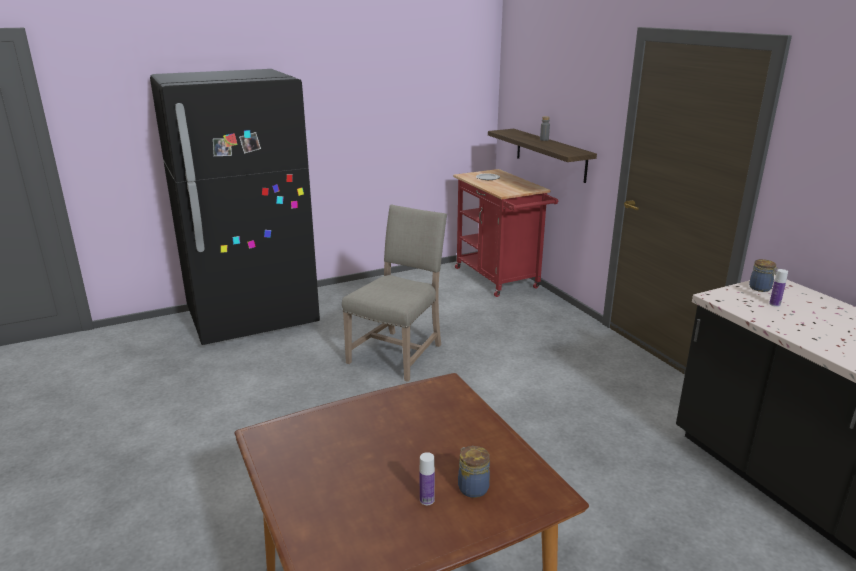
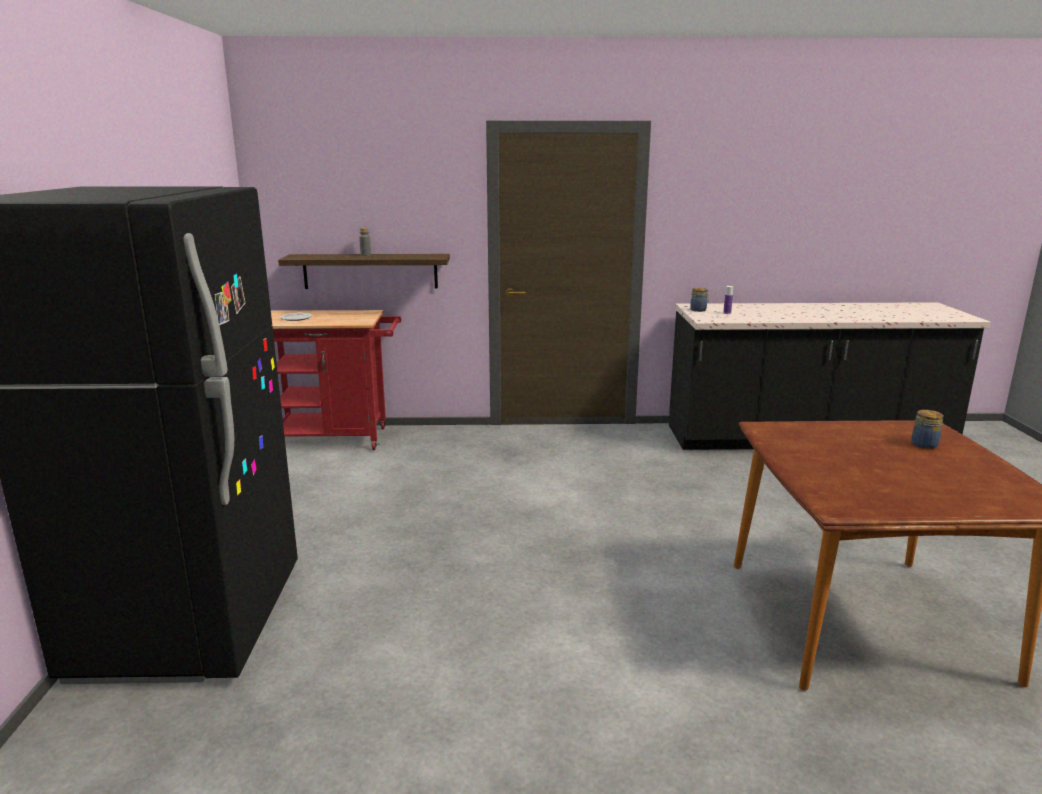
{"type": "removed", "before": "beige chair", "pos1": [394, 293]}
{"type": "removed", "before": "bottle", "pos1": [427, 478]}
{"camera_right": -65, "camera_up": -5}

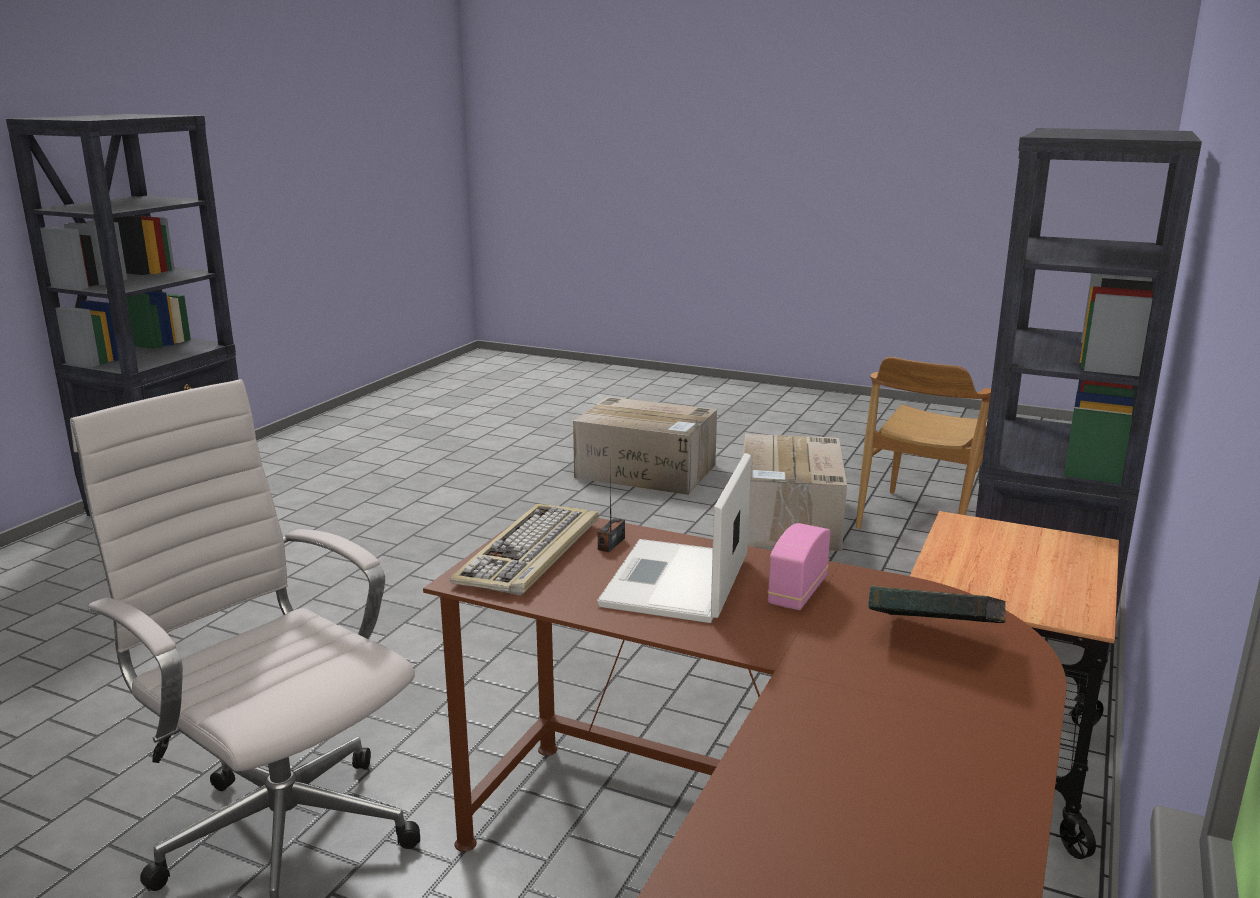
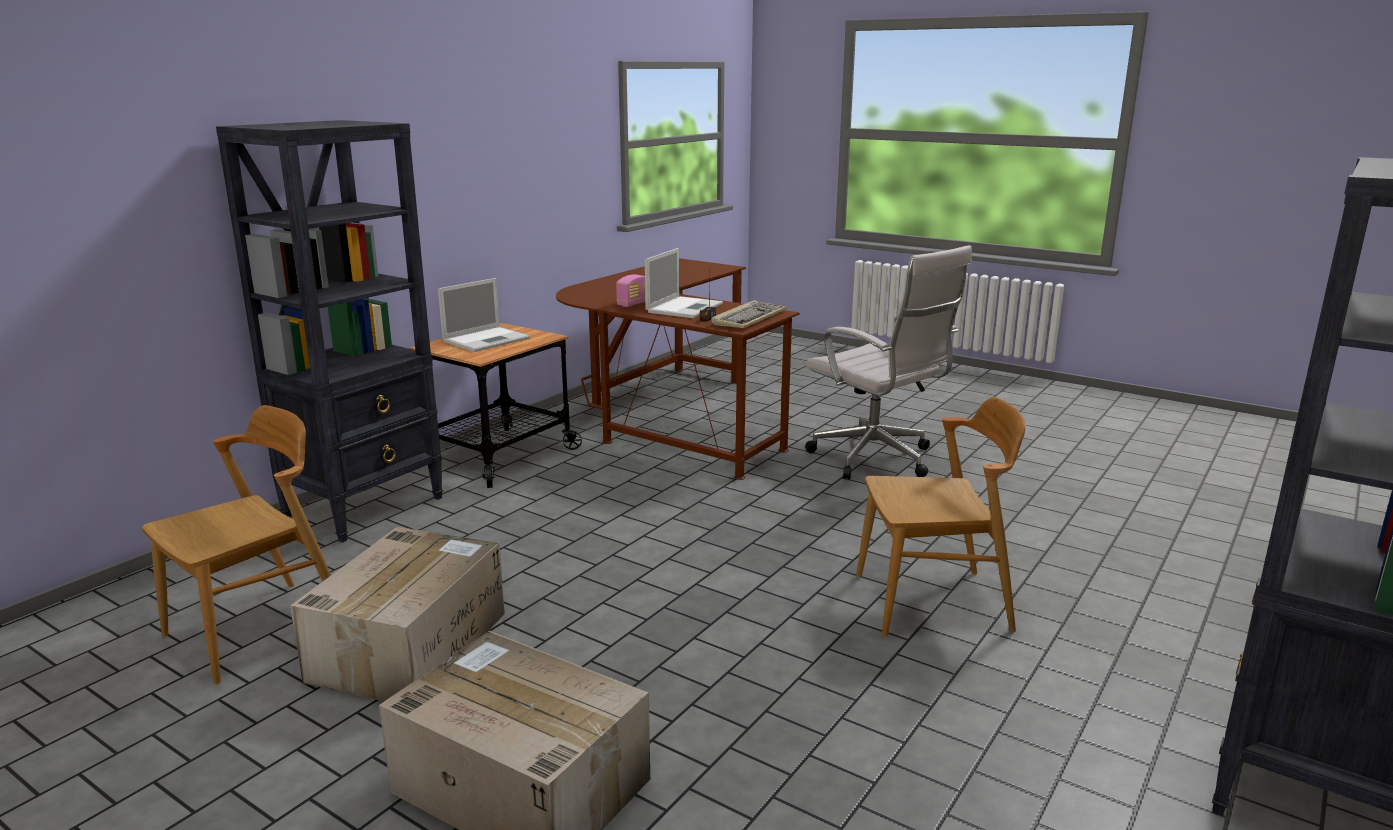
{"type": "removed", "before": "book", "pos1": [937, 604]}
{"type": "added", "after": "laptop", "pos2": [484, 315]}
{"type": "added", "after": "brown chair", "pos2": [940, 517]}
{"camera_right": -170, "camera_up": 0}

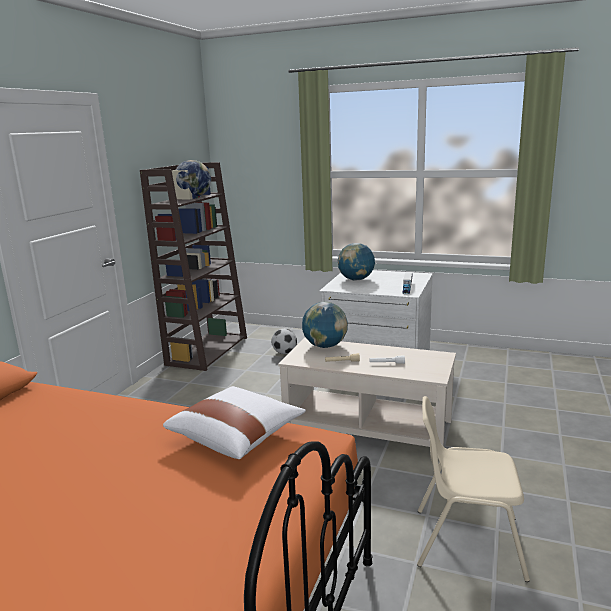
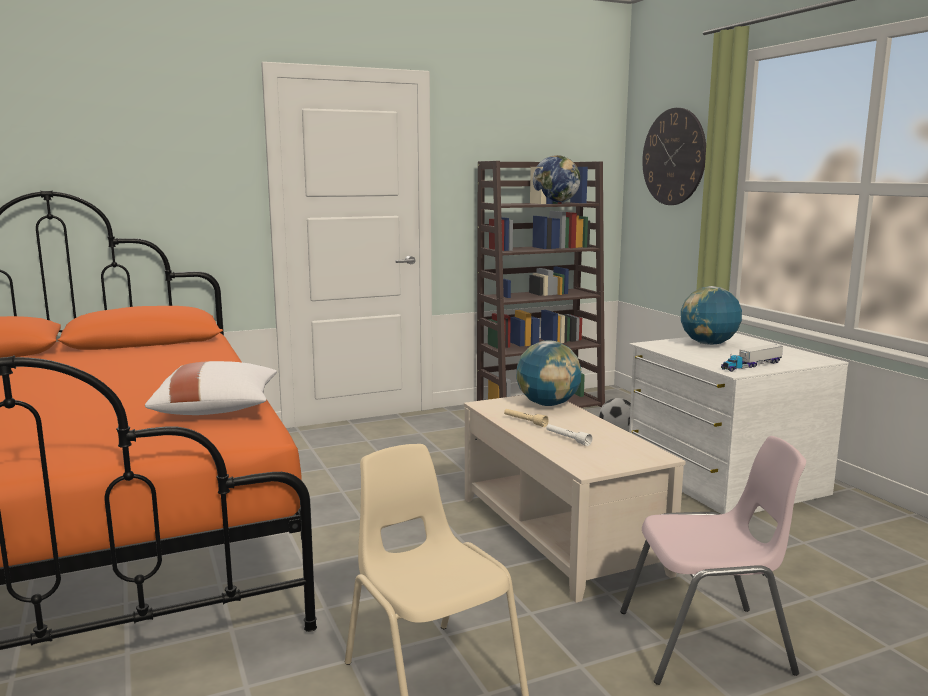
{"type": "added", "after": "pink chair", "pos2": [713, 560]}
{"type": "added", "after": "wall clock", "pos2": [674, 156]}
{"camera_right": 45, "camera_up": -5}

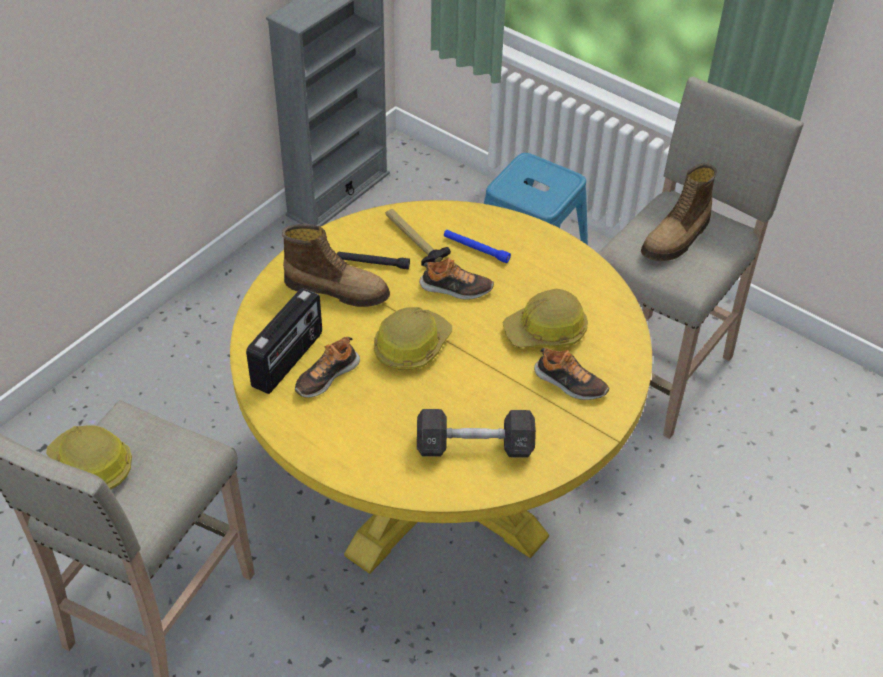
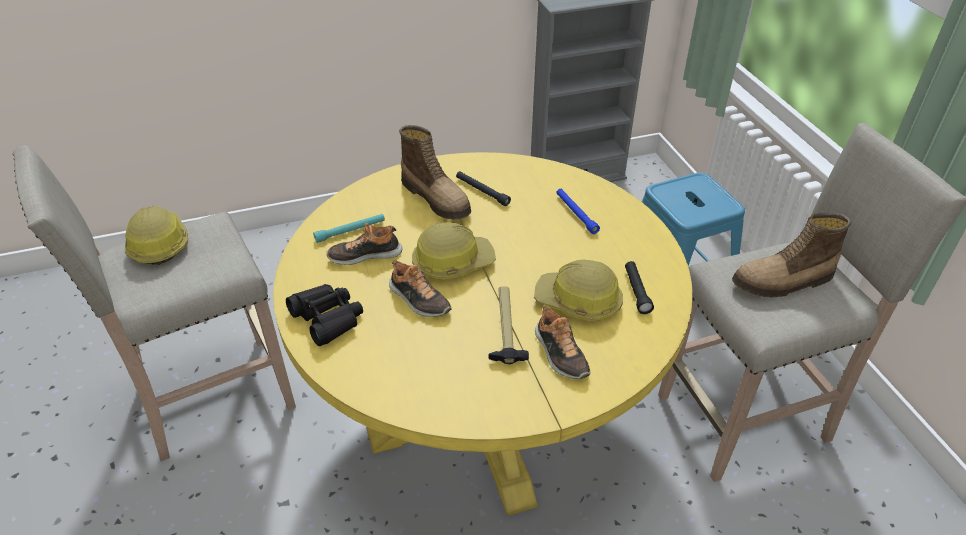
{"type": "removed", "before": "black dumbbell", "pos1": [476, 433]}
{"type": "added", "after": "black binoculars", "pos2": [324, 315]}
{"type": "added", "after": "black flashlight", "pos2": [639, 287]}
{"type": "moved", "before": "hammer", "pos1": [418, 237], "pos2": [508, 325]}
{"type": "moved", "before": "shoe", "pos1": [456, 279], "pos2": [420, 288]}
{"type": "replaced", "before": "radio", "after": "turquoise flashlight", "pos1": [284, 341], "pos2": [349, 228]}
{"camera_right": 35, "camera_up": -5}

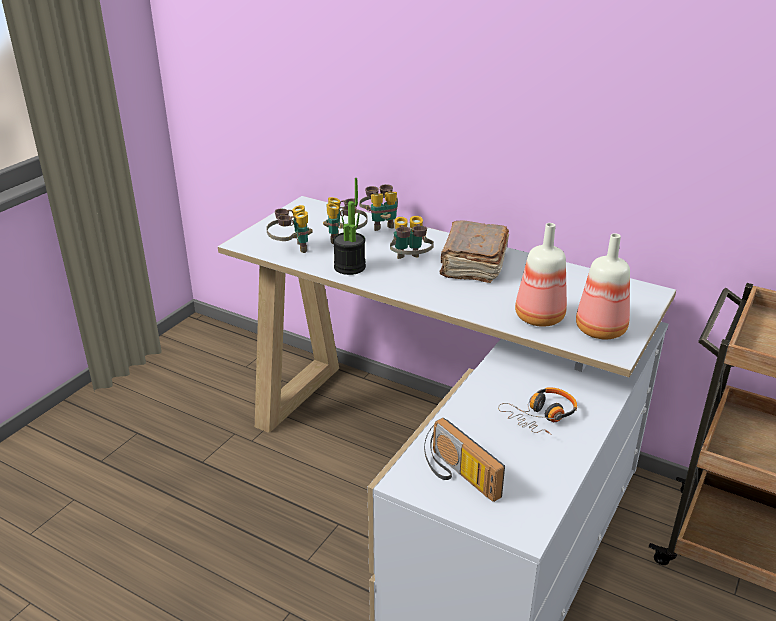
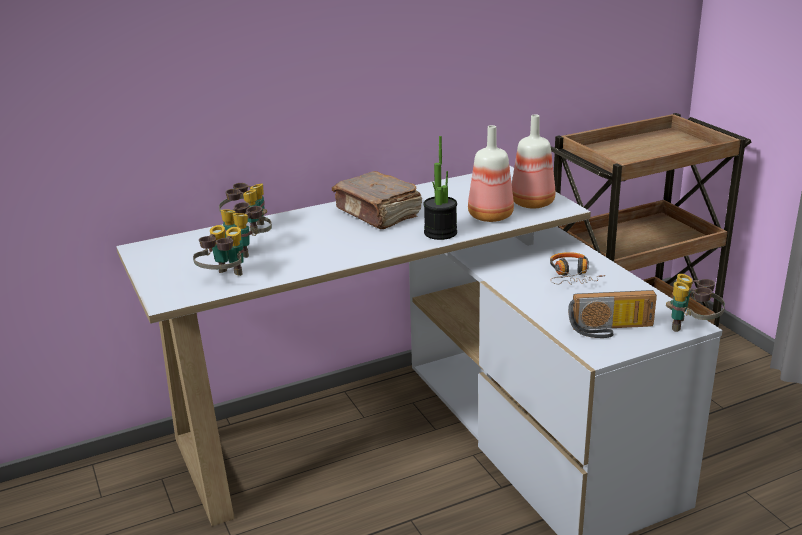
{"type": "moved", "before": "potted plant", "pos1": [349, 226], "pos2": [440, 188]}
{"type": "moved", "before": "binoculars", "pos1": [412, 237], "pos2": [695, 303]}
{"camera_right": -55, "camera_up": -5}

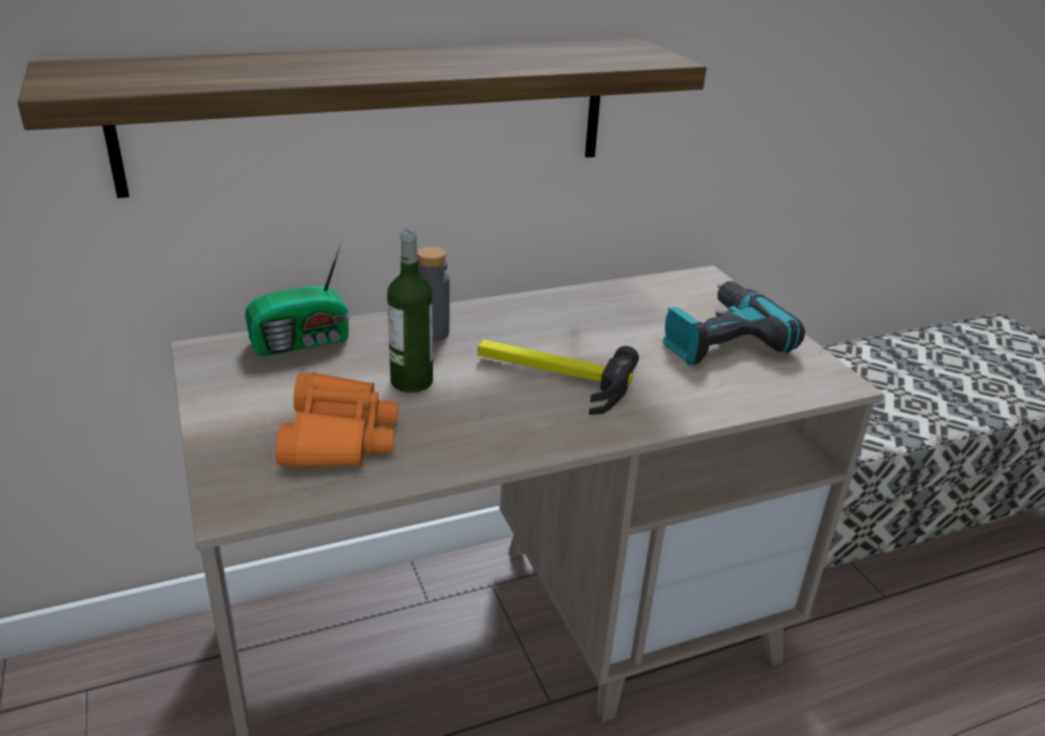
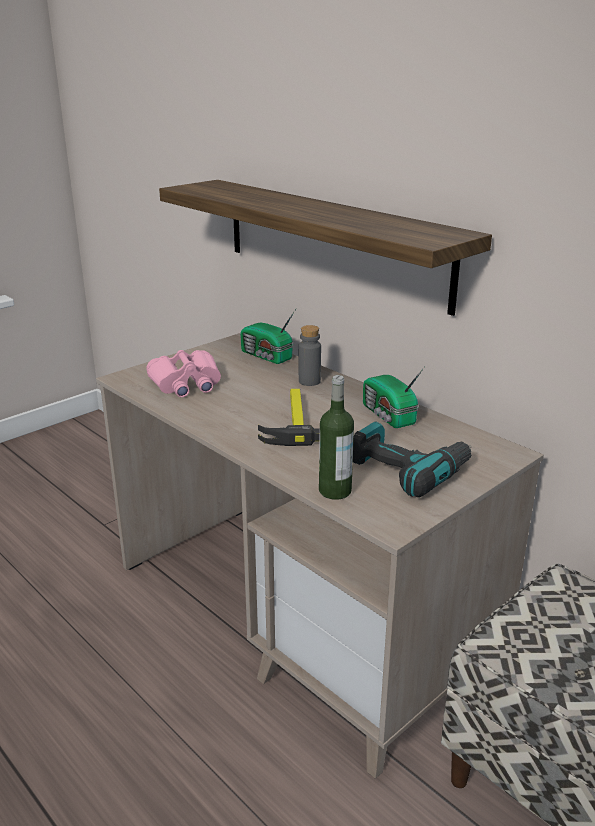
{"type": "added", "after": "radio", "pos2": [394, 397]}
{"type": "moved", "before": "bottle", "pos1": [410, 311], "pos2": [336, 437]}
{"type": "recoloured", "before": "orange binoculars", "after": "pink binoculars", "pos1": [337, 420], "pos2": [183, 373]}
{"camera_right": 70, "camera_up": -5}

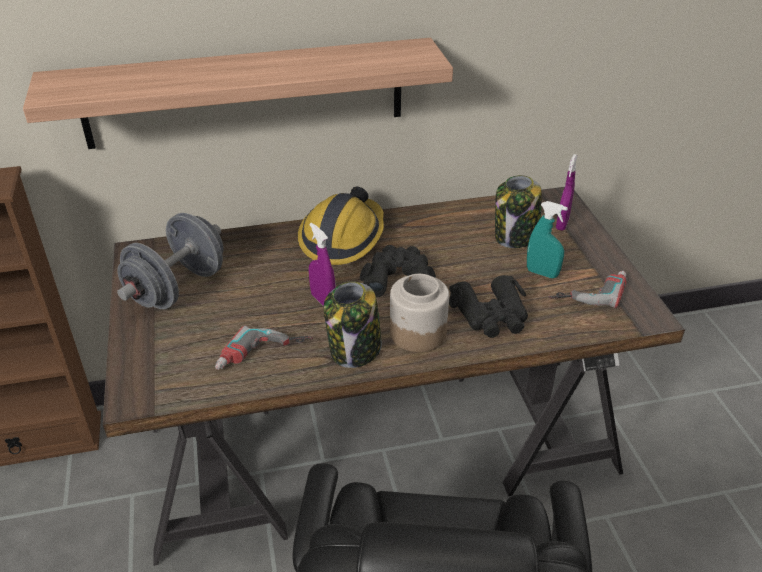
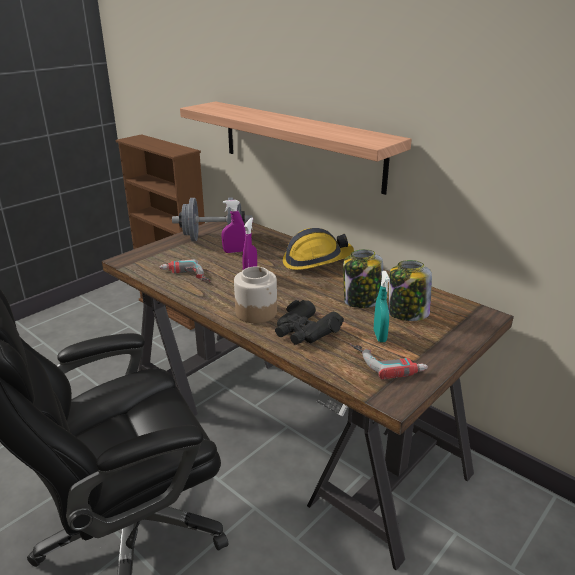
{"type": "removed", "before": "black binoculars", "pos1": [398, 271]}
{"type": "moved", "before": "jar", "pos1": [353, 324], "pos2": [363, 278]}
{"type": "moved", "before": "purple spray bottle", "pos1": [566, 192], "pos2": [234, 226]}
{"camera_right": 55, "camera_up": -10}

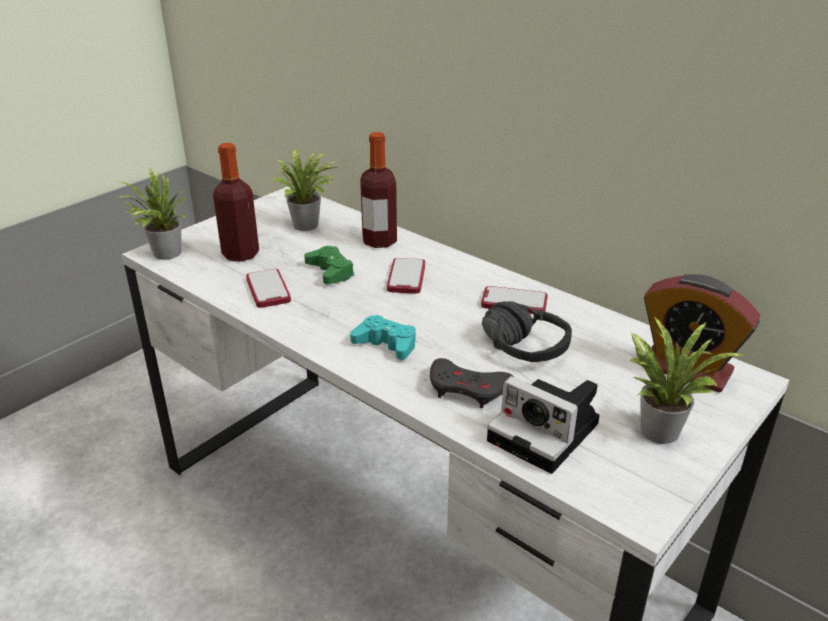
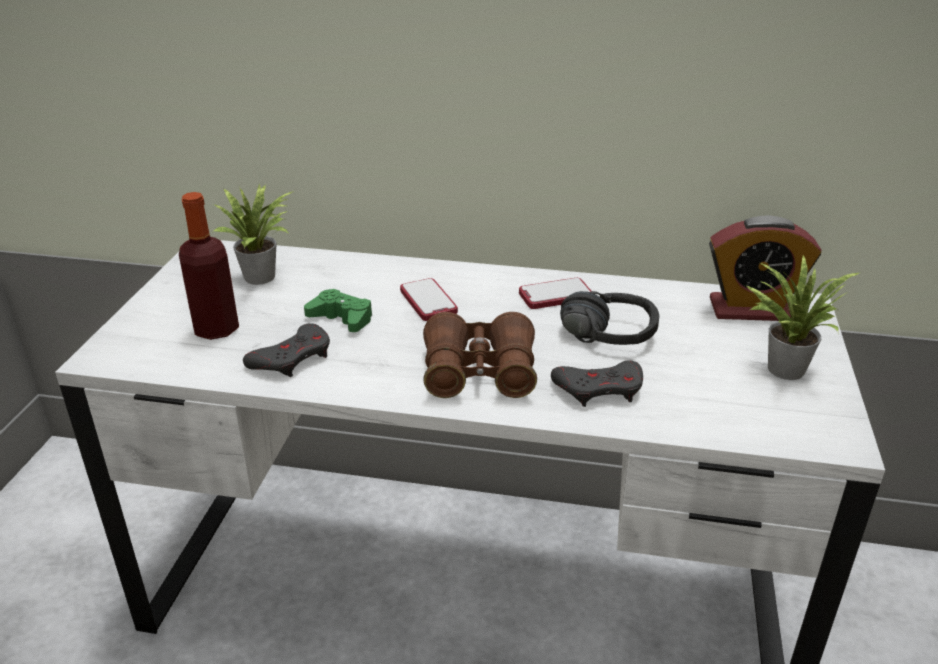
{"type": "removed", "before": "potted plant", "pos1": [152, 214]}
{"type": "removed", "before": "bottle", "pos1": [378, 190]}
{"type": "removed", "before": "photo camera", "pos1": [543, 425]}
{"type": "replaced", "before": "phone", "after": "grey game controller", "pos1": [268, 288], "pos2": [286, 350]}
{"type": "replaced", "before": "turquoise game controller", "after": "brown binoculars", "pos1": [382, 337], "pos2": [480, 355]}
{"camera_right": -30, "camera_up": 0}

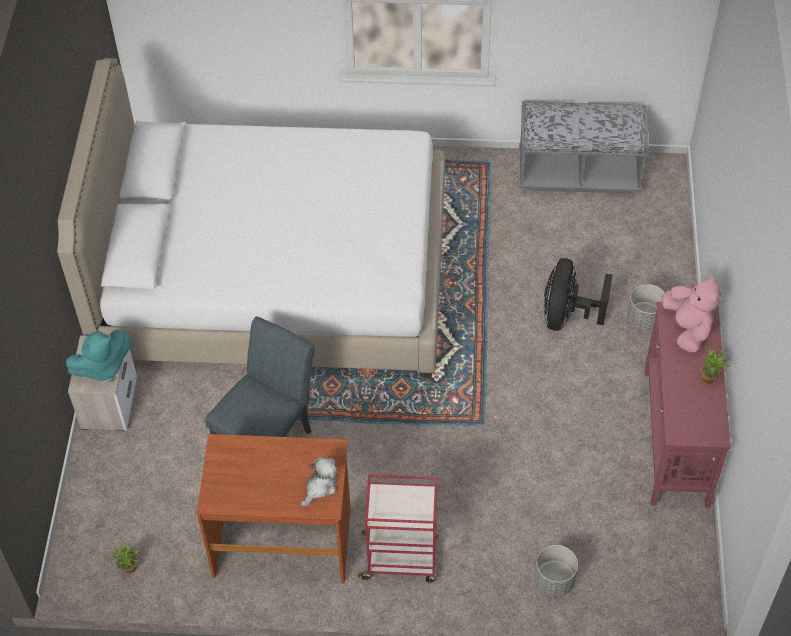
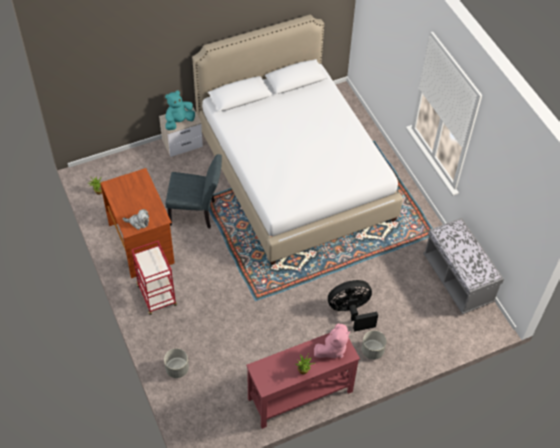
{"type": "turned", "before": "turquoise plush toy", "pos1": [98, 356], "pos2": [180, 110], "turn": 105}
{"camera_right": 60, "camera_up": 0}

